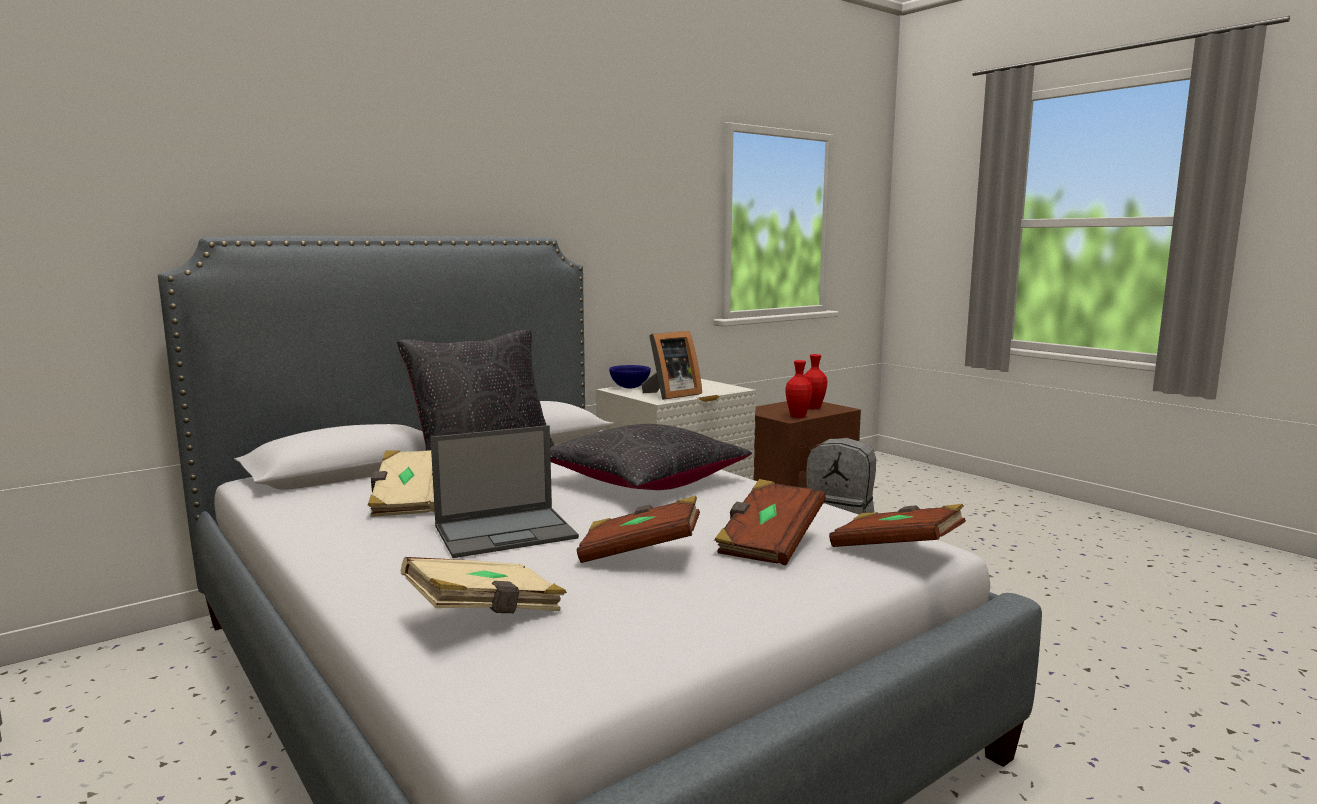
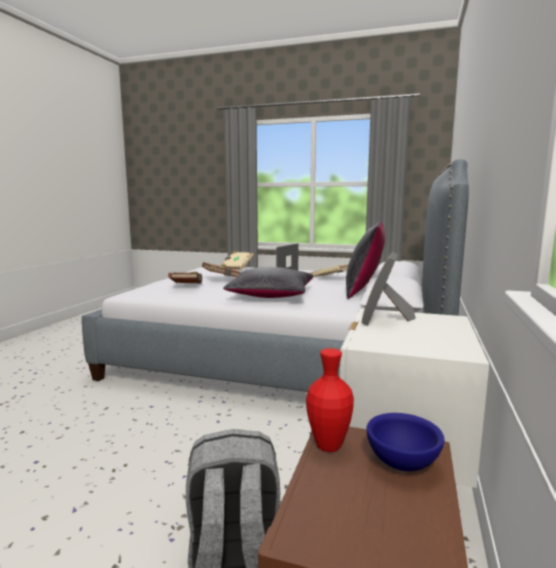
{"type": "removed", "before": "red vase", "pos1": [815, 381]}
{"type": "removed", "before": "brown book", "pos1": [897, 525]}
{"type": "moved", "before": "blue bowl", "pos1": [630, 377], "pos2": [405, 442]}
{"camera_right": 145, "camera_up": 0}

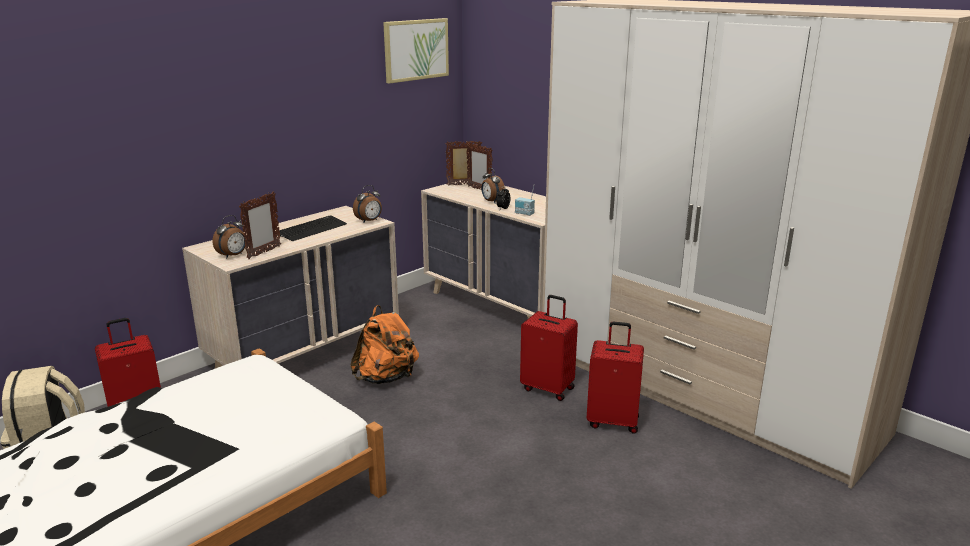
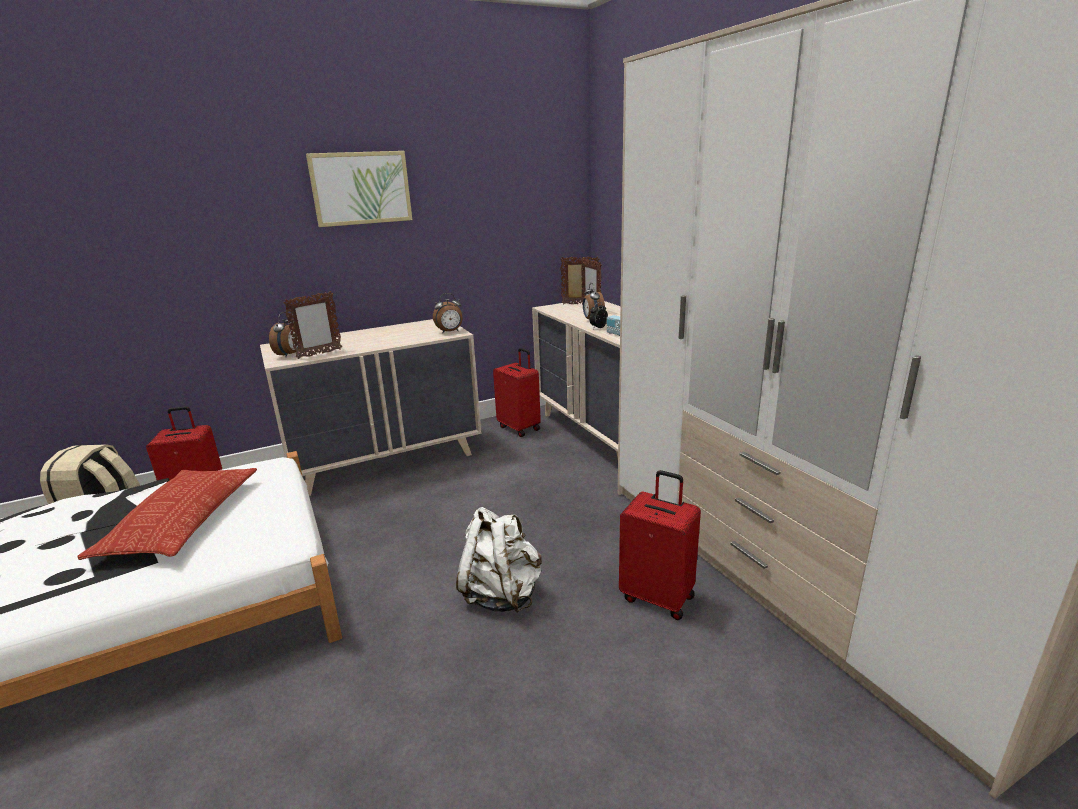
{"type": "removed", "before": "keyboard", "pos1": [312, 228]}
{"type": "removed", "before": "orange backpack", "pos1": [384, 344]}
{"type": "added", "after": "pillow", "pos2": [167, 514]}
{"type": "added", "after": "white backpack", "pos2": [499, 559]}
{"type": "moved", "before": "picture", "pos1": [416, 51], "pos2": [359, 189]}
{"type": "moved", "before": "red suitcase", "pos1": [549, 348], "pos2": [517, 392]}
{"type": "turned", "before": "alarm clock", "pos1": [229, 237], "pos2": [284, 334], "turn": -45}
{"camera_right": 20, "camera_up": 0}

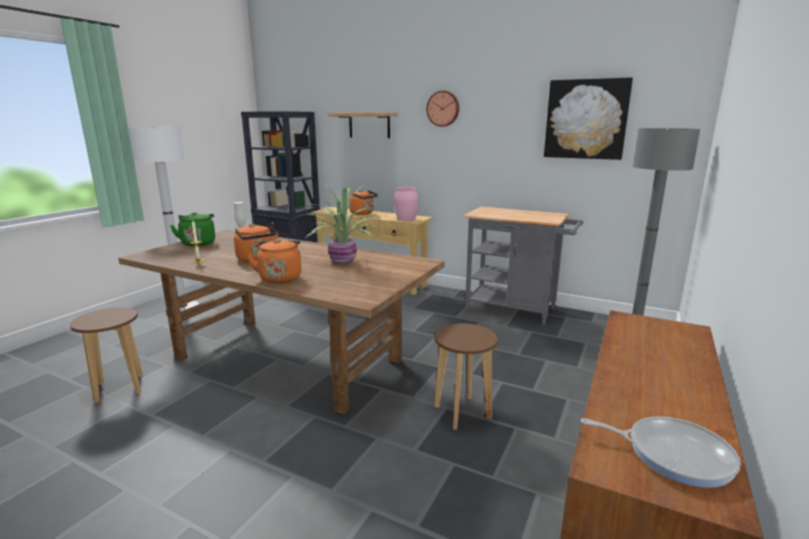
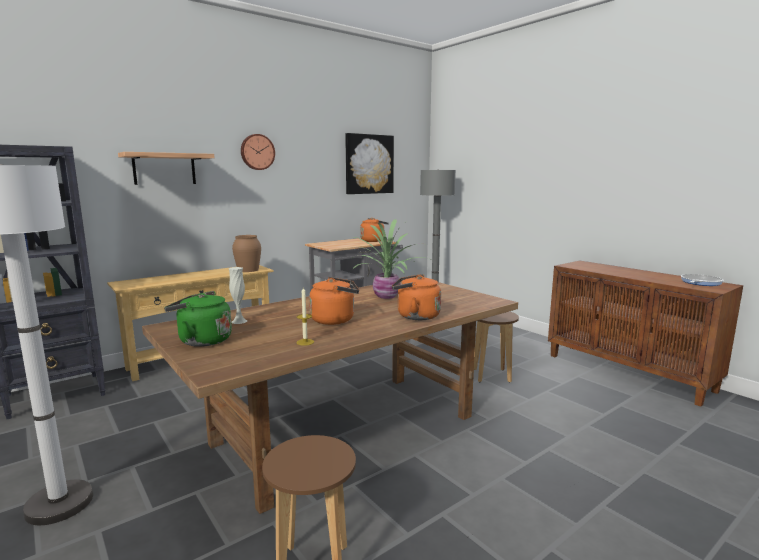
{"type": "moved", "before": "orange kettle", "pos1": [363, 202], "pos2": [374, 230]}
{"type": "recoloured", "before": "pink vase", "after": "brown vase", "pos1": [406, 204], "pos2": [246, 253]}
{"camera_right": -65, "camera_up": -5}

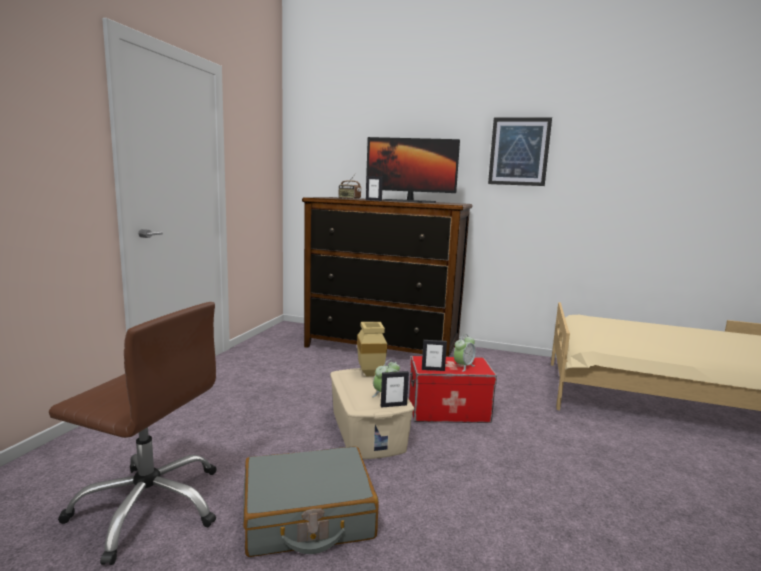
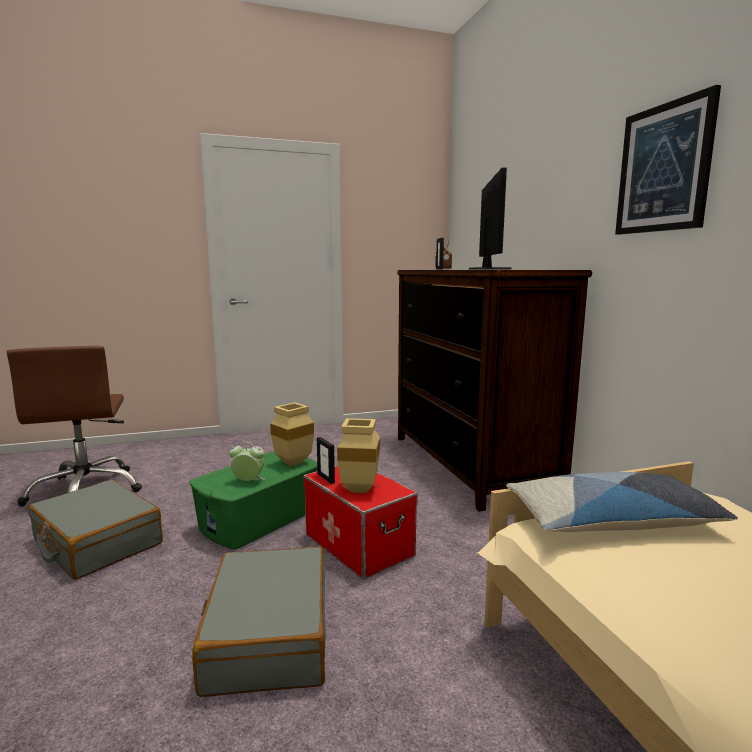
{"type": "removed", "before": "picture frame", "pos1": [395, 389]}
{"type": "added", "after": "grey suitcase", "pos2": [259, 622]}
{"type": "added", "after": "pillow", "pos2": [622, 502]}
{"type": "replaced", "before": "alarm clock", "after": "beige vase", "pos1": [465, 352], "pos2": [358, 455]}
{"type": "recoloured", "before": "beige storage box", "after": "green storage box", "pos1": [372, 413], "pos2": [253, 500]}
{"type": "turned", "before": "monitor", "pos1": [413, 170], "pos2": [490, 219], "turn": -150}
{"camera_right": 55, "camera_up": 0}

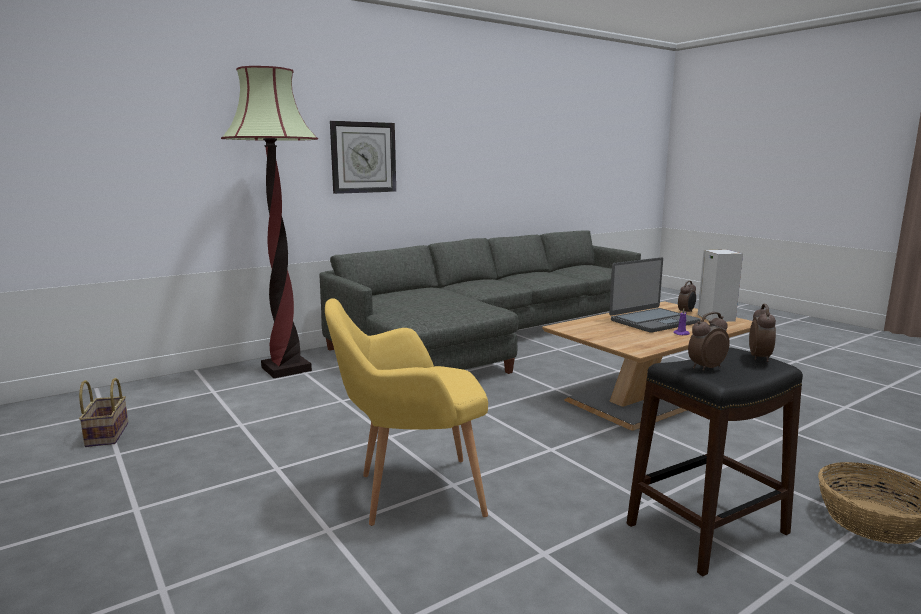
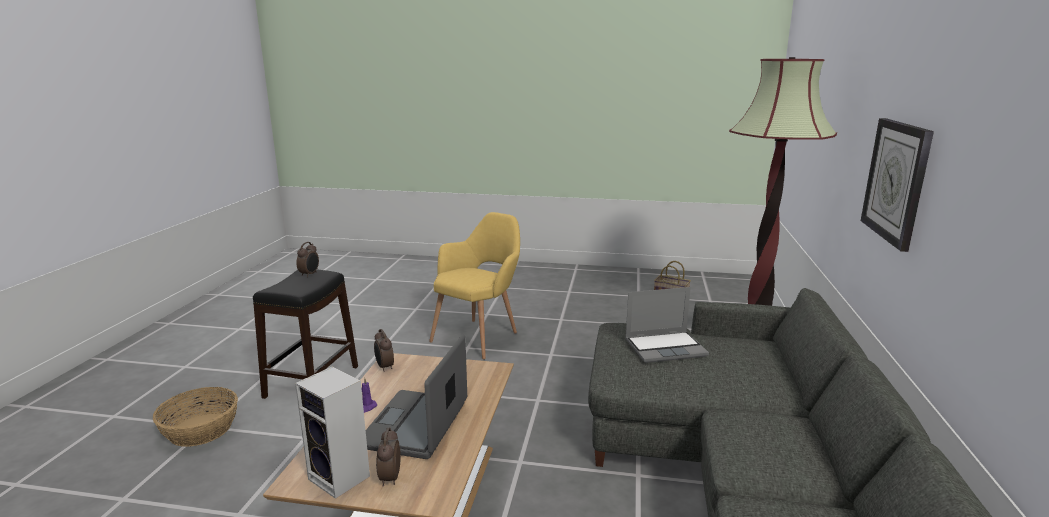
{"type": "added", "after": "laptop", "pos2": [667, 325]}
{"type": "moved", "before": "alarm clock", "pos1": [762, 333], "pos2": [384, 350]}
{"camera_right": 135, "camera_up": 5}

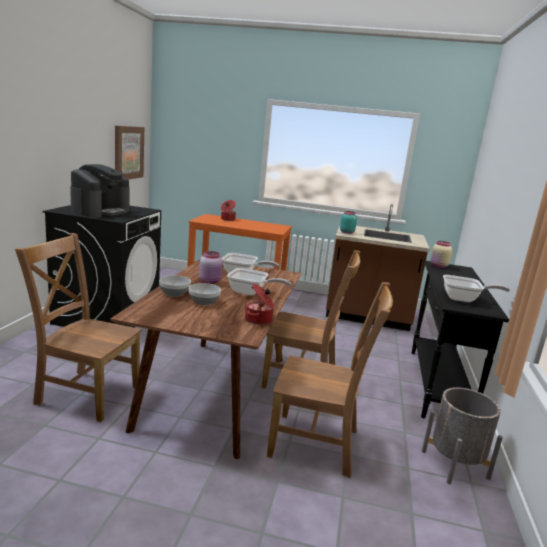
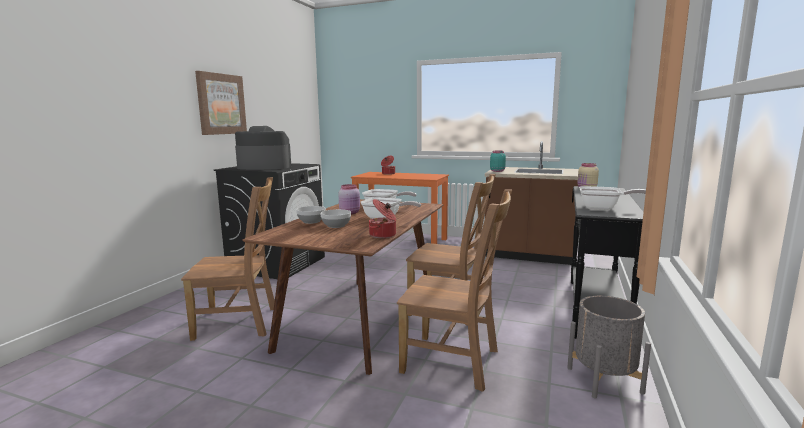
{"type": "moved", "before": "picture", "pos1": [129, 153], "pos2": [221, 103]}
{"type": "turned", "before": "brown chair", "pos1": [78, 327], "pos2": [228, 259], "turn": 150}
{"type": "turned", "before": "coffee machine", "pos1": [100, 191], "pos2": [263, 148], "turn": -120}
{"camera_right": 10, "camera_up": -5}

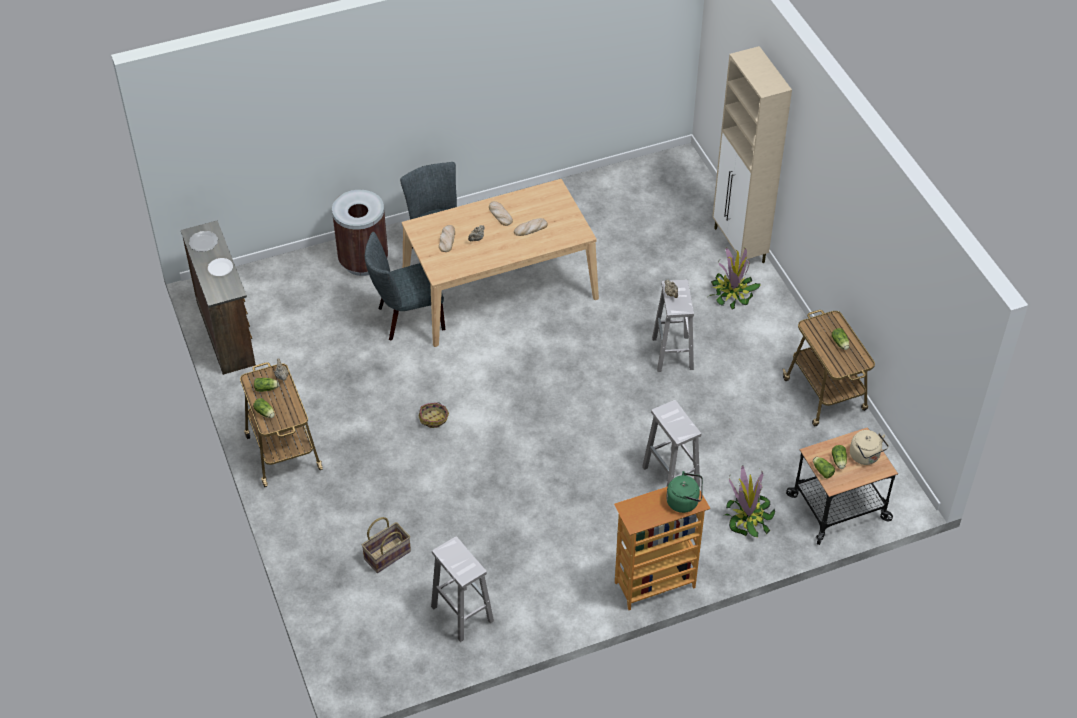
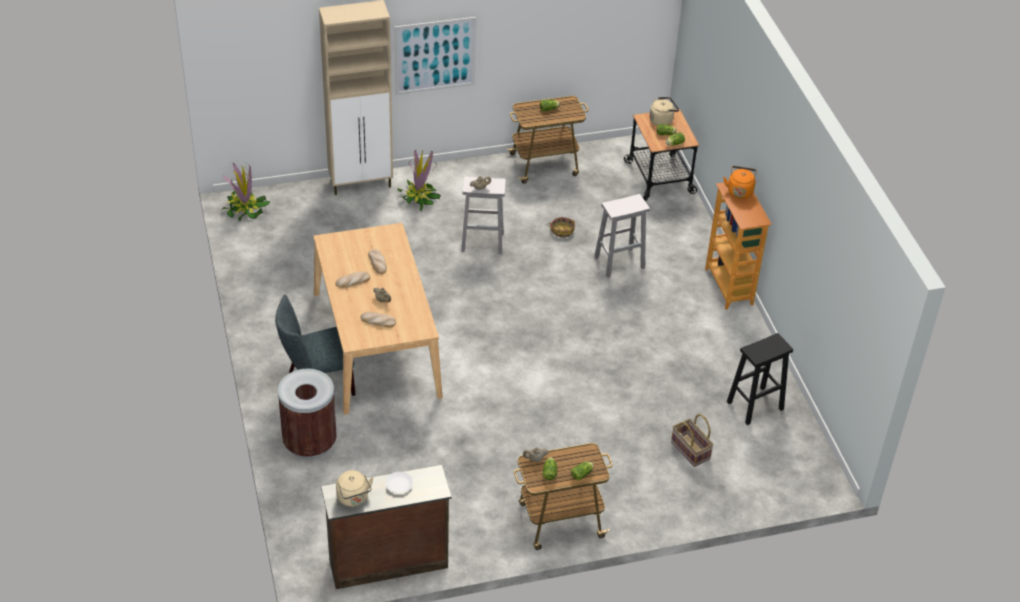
{"type": "removed", "before": "grey chair", "pos1": [405, 286]}
{"type": "added", "after": "picture", "pos2": [435, 56]}
{"type": "moved", "before": "basket", "pos1": [434, 415], "pos2": [561, 227]}
{"type": "moved", "before": "potted plant", "pos1": [749, 501], "pos2": [246, 192]}
{"type": "replaced", "before": "plate", "after": "beige kettle", "pos1": [203, 241], "pos2": [354, 488]}
{"type": "recoloured", "before": "white stool", "after": "black stool", "pos1": [462, 589], "pos2": [760, 379]}
{"type": "recoloured", "before": "green kettle", "after": "orange kettle", "pos1": [684, 492], "pos2": [740, 182]}
{"camera_right": -85, "camera_up": -5}

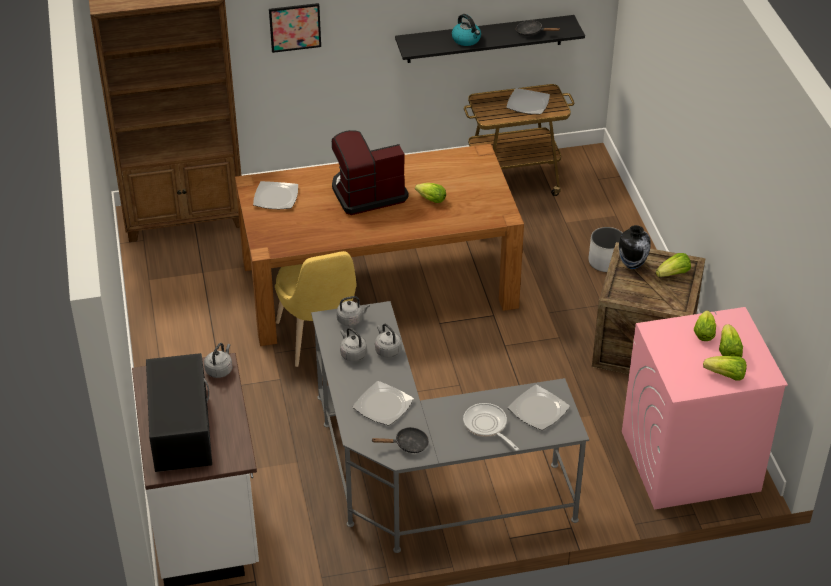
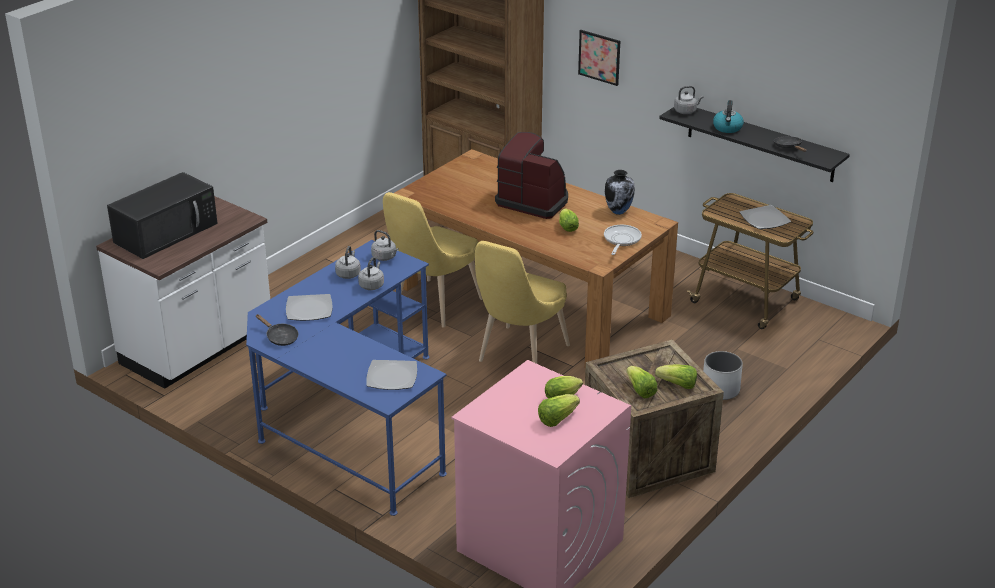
{"type": "removed", "before": "plate", "pos1": [275, 195]}
{"type": "added", "after": "yellow chair", "pos2": [522, 302]}
{"type": "moved", "before": "grey kettle", "pos1": [218, 360], "pos2": [688, 100]}
{"type": "moved", "before": "frying pan", "pos1": [491, 427], "pos2": [623, 240]}
{"type": "moved", "before": "vase", "pos1": [635, 247], "pos2": [620, 192]}
{"type": "moved", "before": "lettuce", "pos1": [725, 368], "pos2": [641, 382]}
{"type": "recoloured", "before": "grey desk", "after": "blue desk", "pos1": [450, 427], "pos2": [346, 378]}
{"camera_right": 50, "camera_up": -10}

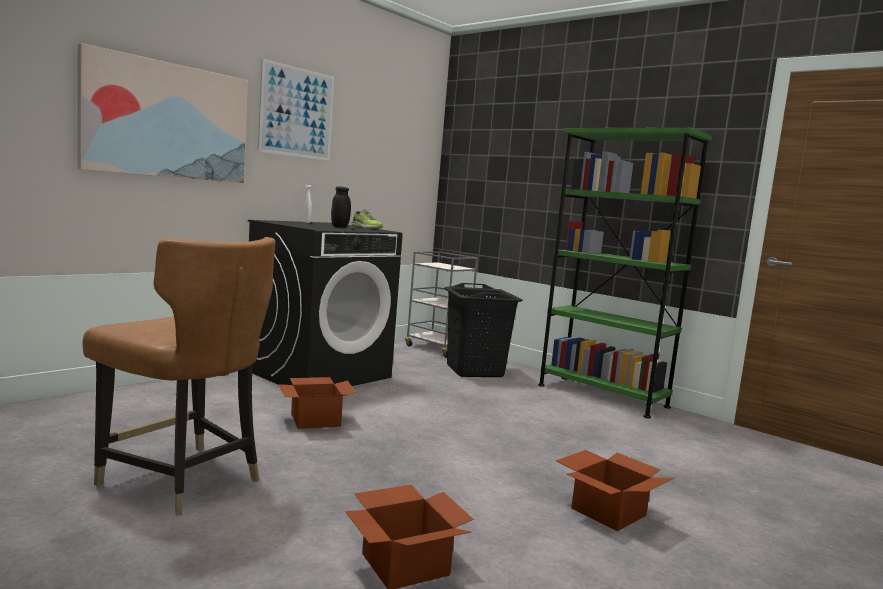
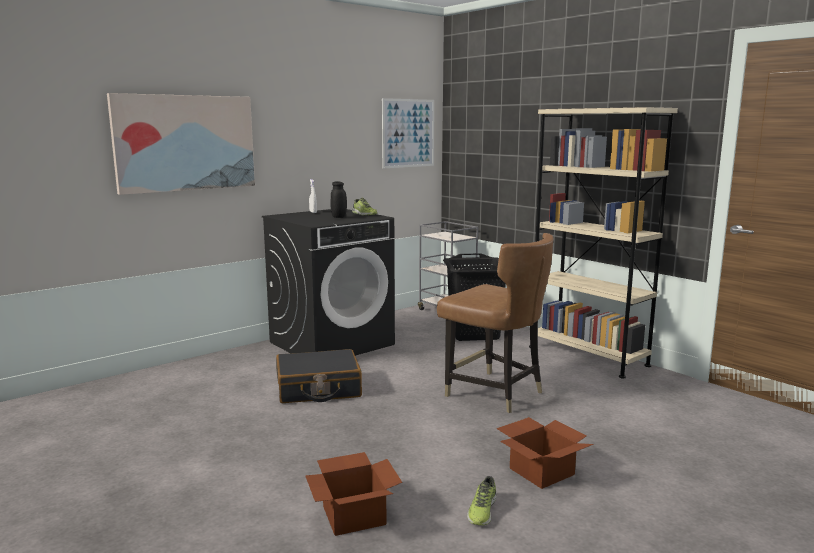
{"type": "added", "after": "shoe", "pos2": [481, 501]}
{"type": "moved", "before": "brown chair", "pos1": [178, 376], "pos2": [495, 323]}
{"type": "moved", "before": "picture", "pos1": [296, 109], "pos2": [408, 133]}
{"type": "replaced", "before": "cardboard box", "after": "black suitcase", "pos1": [317, 403], "pos2": [319, 376]}
{"type": "recoloured", "before": "green bookcase", "after": "beige bookcase", "pos1": [625, 273], "pos2": [603, 243]}
{"camera_right": 10, "camera_up": 5}

